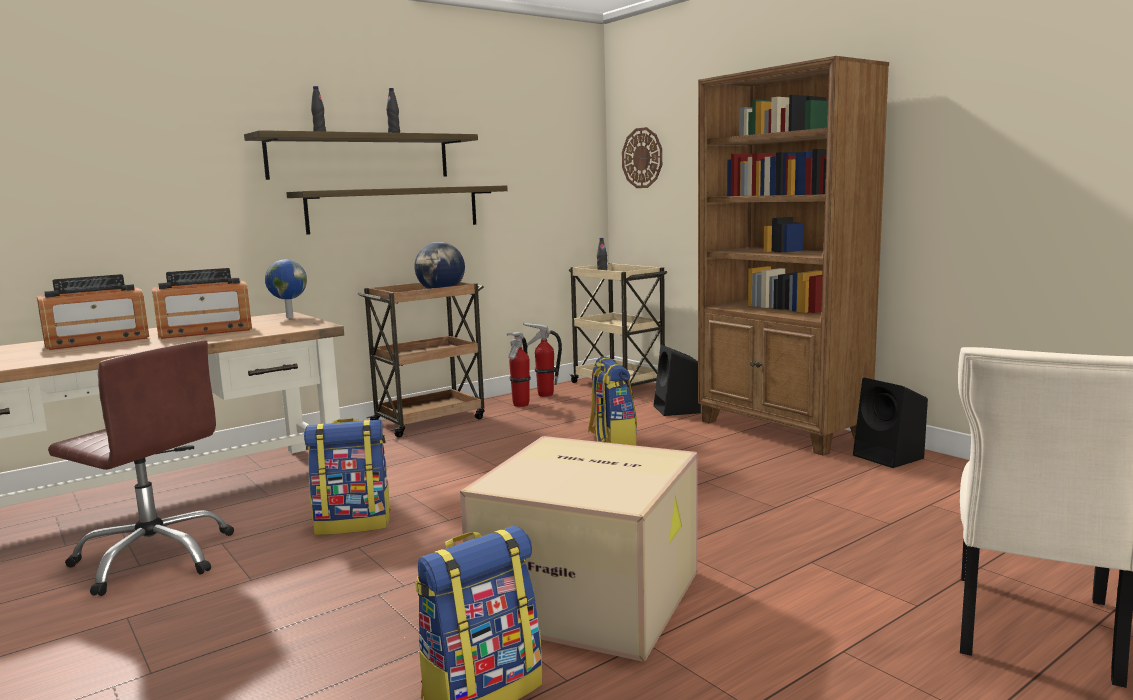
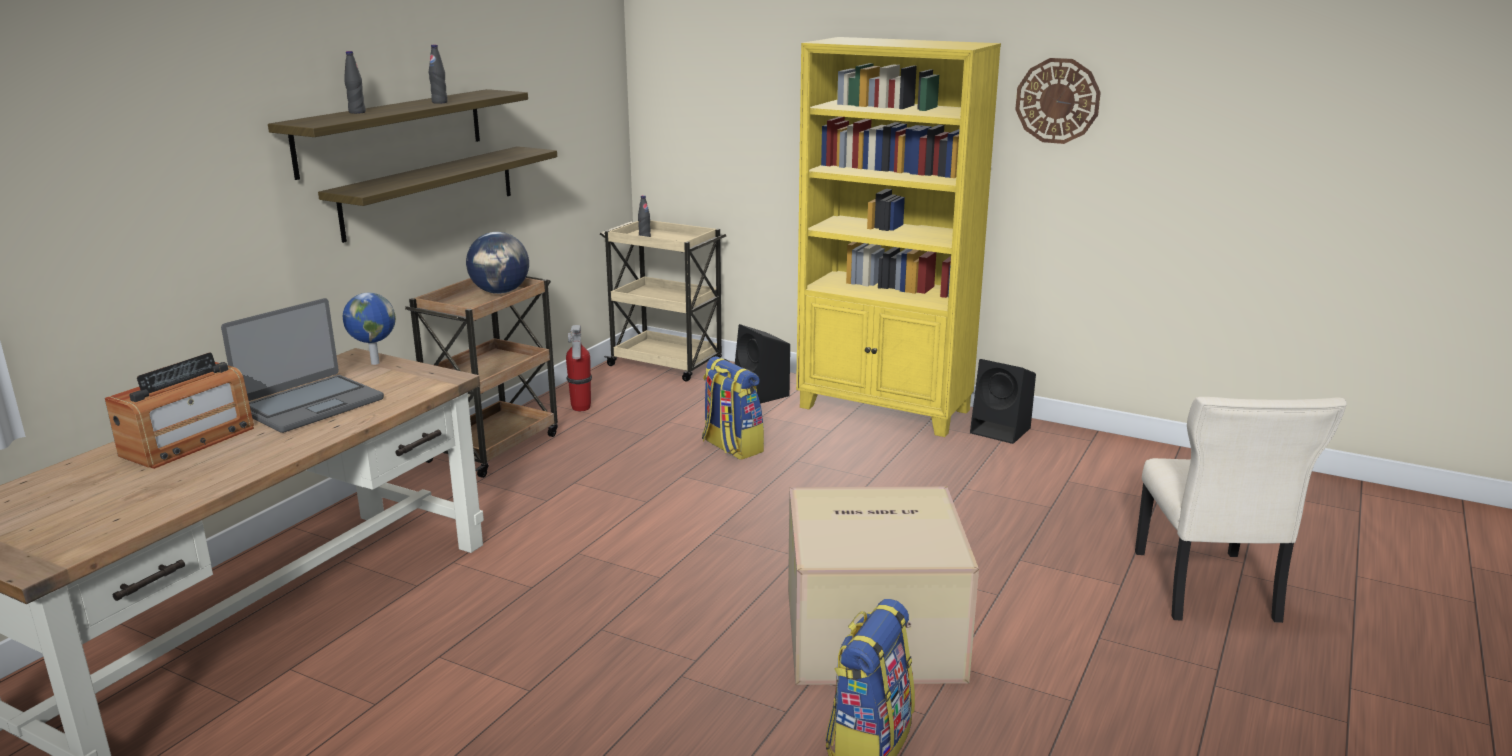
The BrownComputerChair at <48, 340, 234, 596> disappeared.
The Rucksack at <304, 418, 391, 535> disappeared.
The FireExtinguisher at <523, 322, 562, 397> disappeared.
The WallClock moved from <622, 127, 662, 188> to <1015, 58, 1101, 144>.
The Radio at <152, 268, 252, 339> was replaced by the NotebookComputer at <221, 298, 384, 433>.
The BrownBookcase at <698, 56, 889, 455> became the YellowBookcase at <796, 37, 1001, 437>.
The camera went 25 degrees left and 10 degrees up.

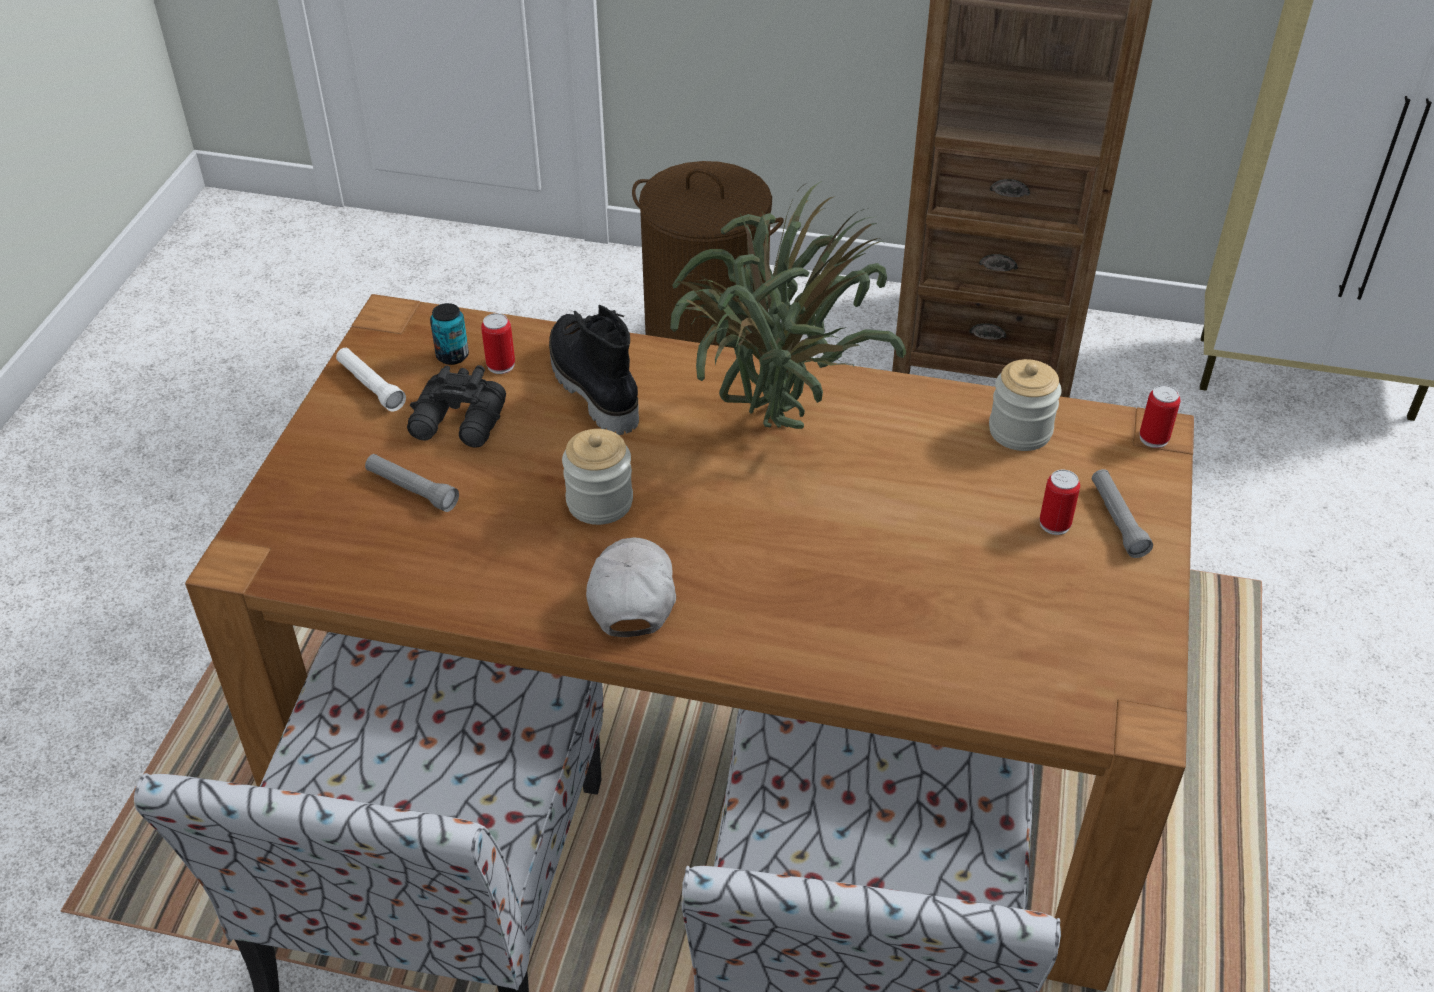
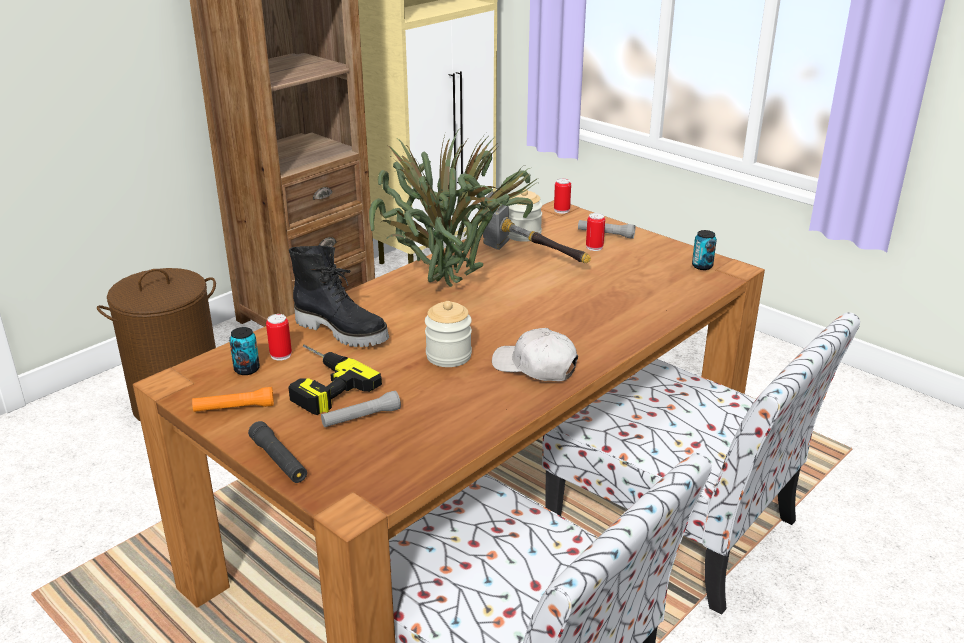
The BlackColouredTorch at <248, 421, 307, 483> appeared.
The HandHammer at <482, 191, 591, 263> appeared.
The MetalCan at <692, 230, 717, 270> appeared.
The BlackColouredFieldGlasses at <407, 365, 506, 448> was replaced by the Drill at <288, 345, 382, 415>.
The WhiteColouredTorch at <336, 348, 406, 412> became the OrangeyTorch at <192, 387, 274, 412>.
The BlackColouredHighTopBoot at <549, 305, 639, 435> turned 150 degrees counterclockwise.
The camera went 60 degrees left and 15 degrees down.

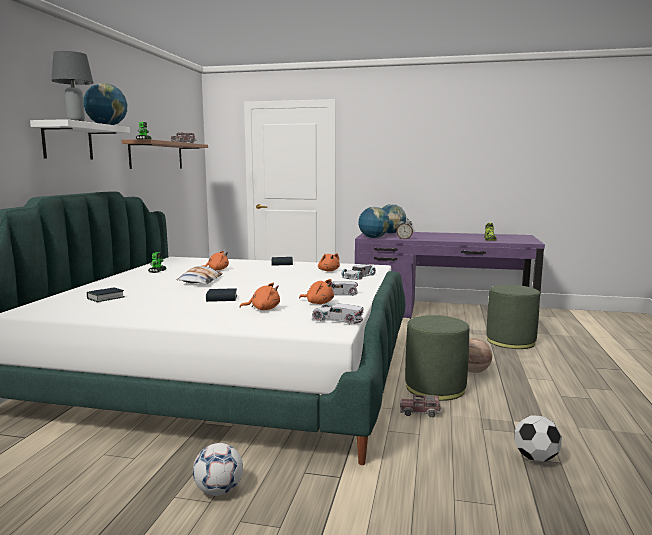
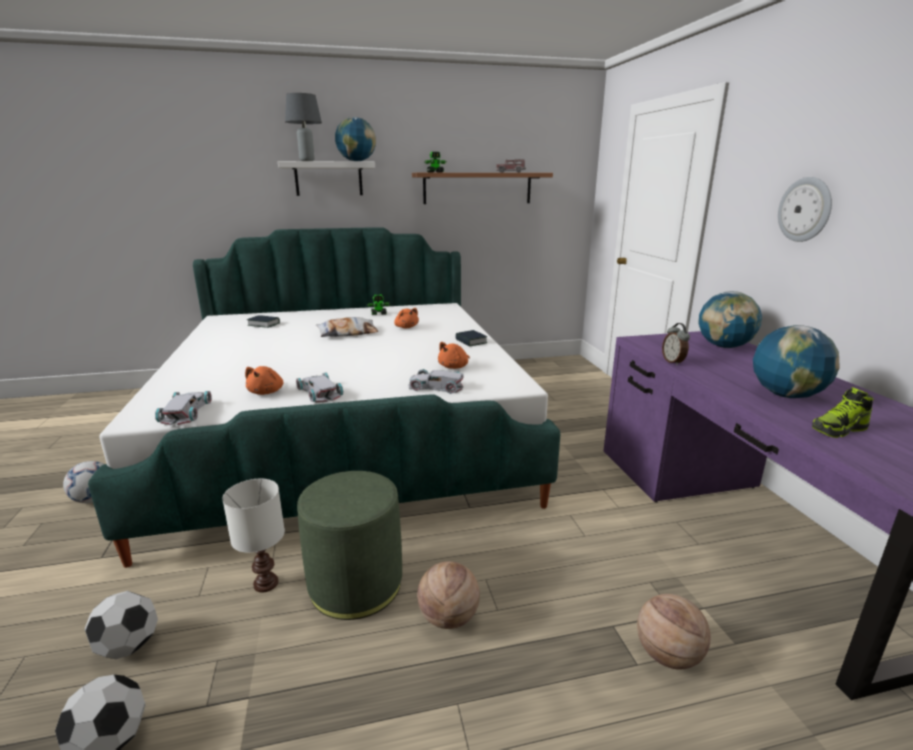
The BoundBook at <206, 288, 237, 302> disappeared.
The OrangeyCuddlyToy at <239, 283, 280, 310> disappeared.
The Football at <84, 591, 158, 659> appeared.
The WallClock at <778, 177, 832, 242> appeared.
The WorldGlobe moved from <358, 207, 390, 238> to <753, 325, 839, 398>.
The ToyLorry at <400, 394, 442, 417> was replaced by the WhiteColouredTableLamp at <222, 479, 285, 592>.
The GreenColouredPouffe at <486, 285, 540, 349> was replaced by the Basketball at <637, 594, 711, 669>.
The camera went 65 degrees right and 10 degrees up.

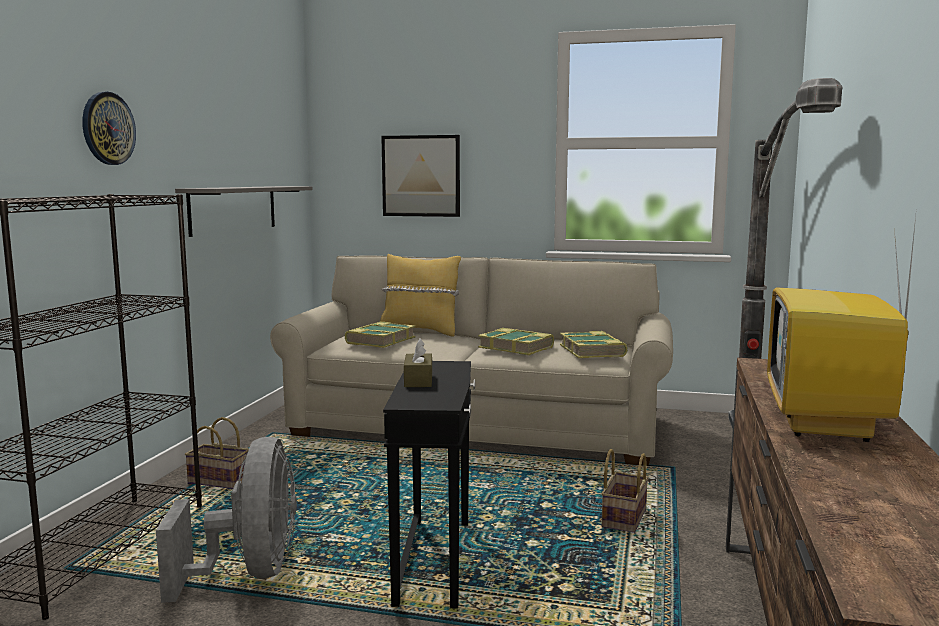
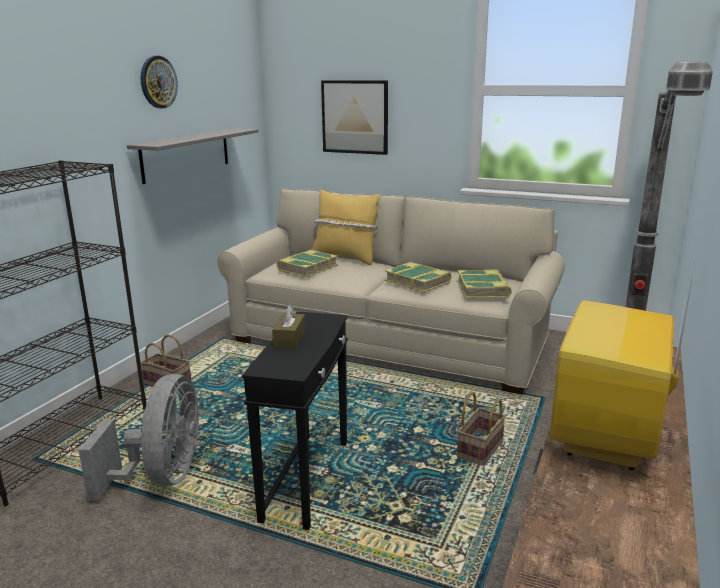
The WallClock moved from <82, 92, 136, 165> to <141, 56, 178, 108>.
The camera went 10 degrees right and 10 degrees up.

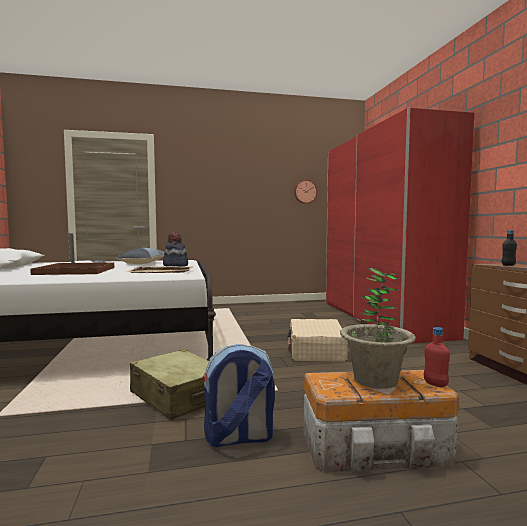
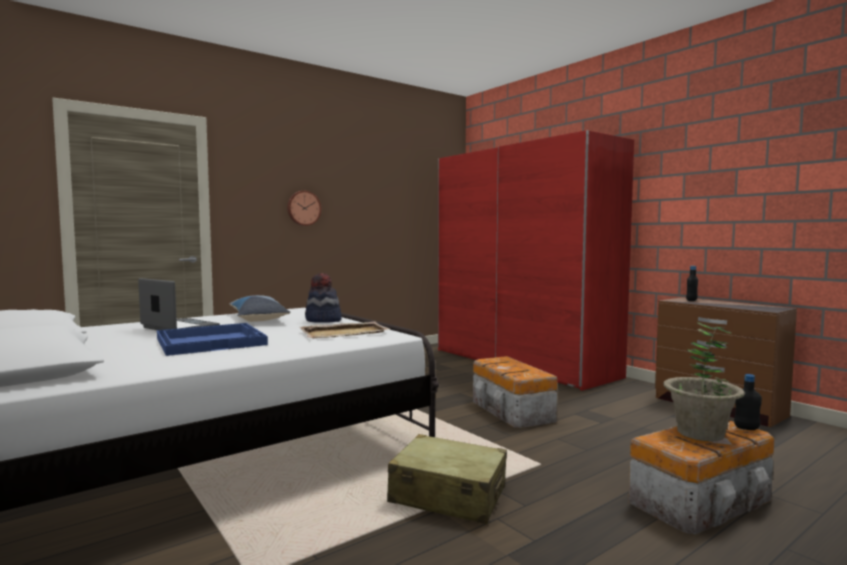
The Rucksack at <202, 344, 275, 447> disappeared.
The WallClock moved from <294, 180, 317, 204> to <287, 191, 321, 226>.
The SandColouredTravelCase at <287, 319, 348, 362> was replaced by the StorageContainer at <473, 356, 557, 428>.
The BrownServingTray at <30, 263, 114, 275> became the BlueServingTray at <157, 323, 268, 356>.
The ReddishDrinkBottle at <424, 327, 450, 387> became the BlackColouredDrinkBottle at <734, 374, 762, 430>.
The camera went 25 degrees left and 0 degrees up.

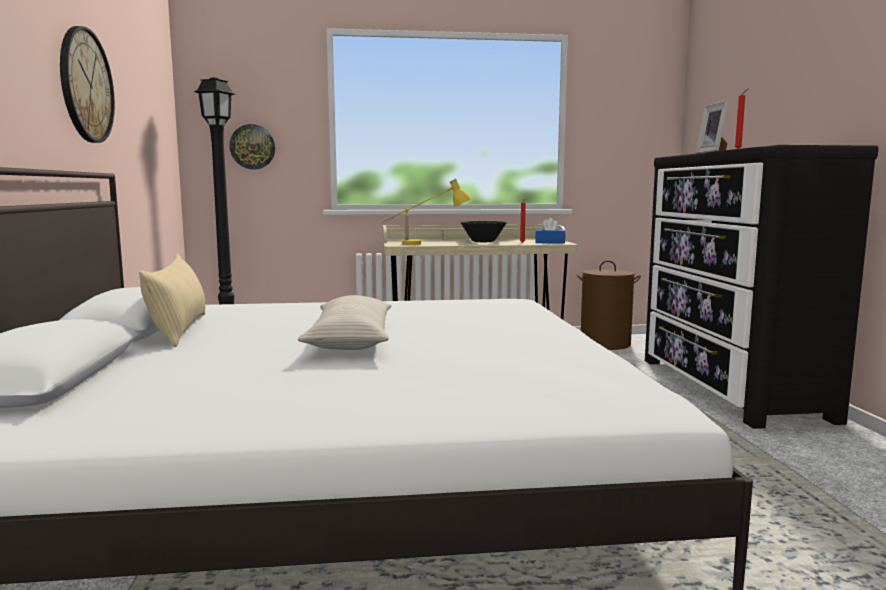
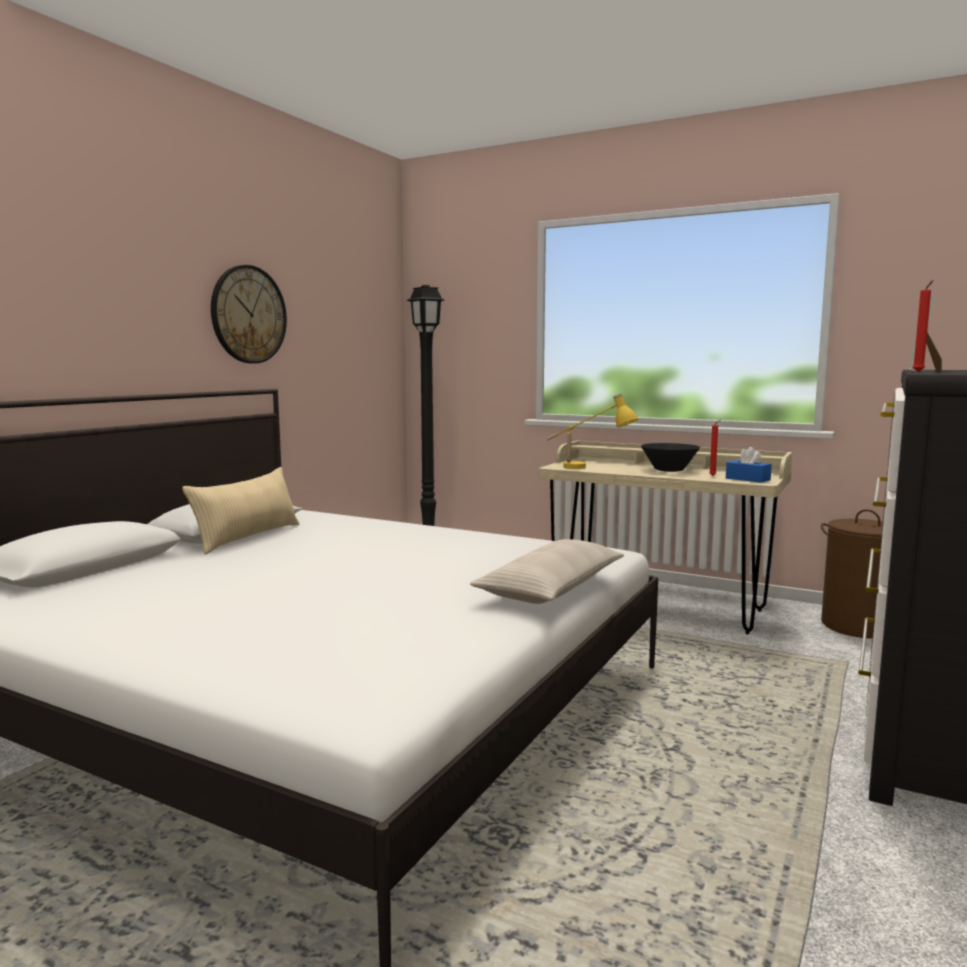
The WallClock at <229, 124, 275, 169> disappeared.
The SandColouredPillow moved from <298, 295, 391, 350> to <470, 539, 624, 604>.
The camera went 35 degrees right and 0 degrees up.

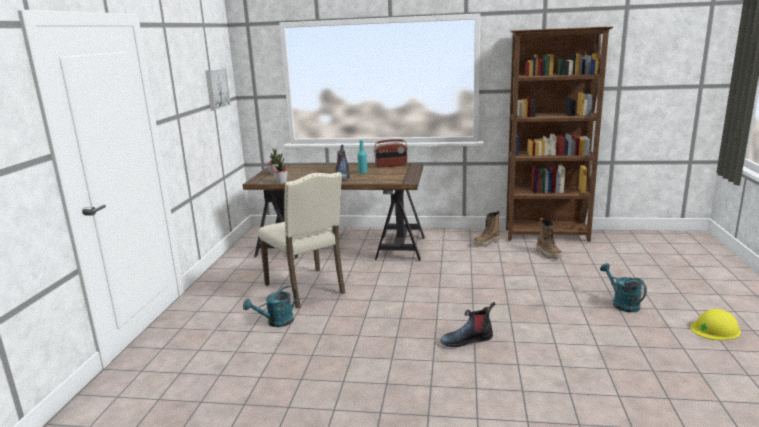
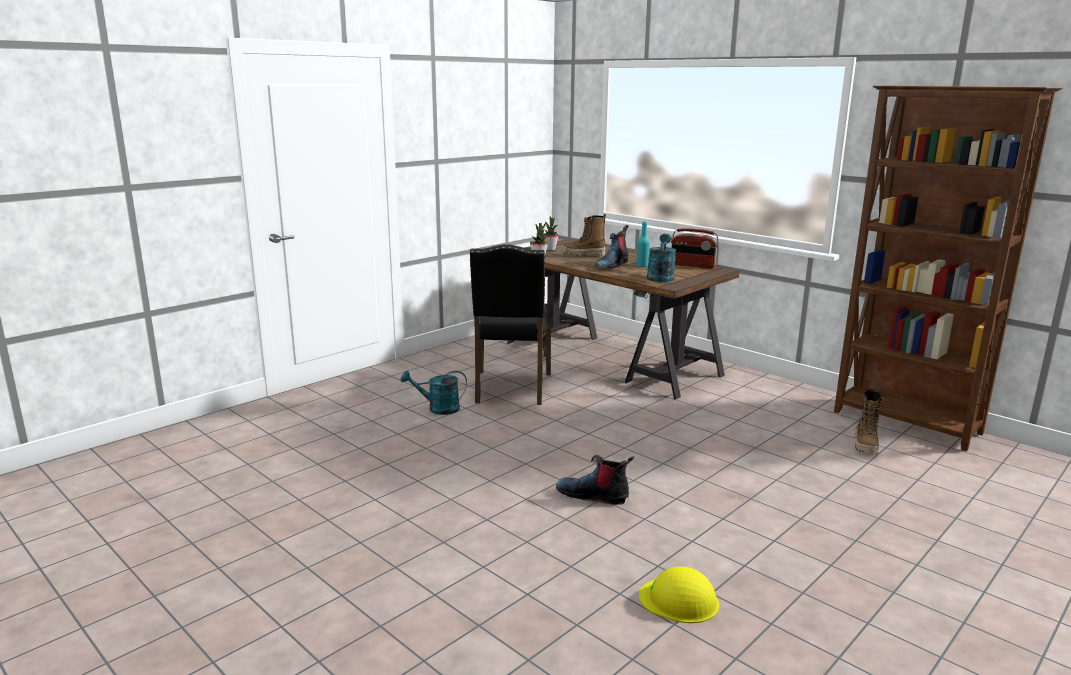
The WallArt at <206, 68, 231, 111> disappeared.
The HighTopBoot moved from <474, 210, 500, 247> to <563, 214, 606, 256>.
The TurquoiseWateringCan moved from <600, 263, 647, 312> to <647, 234, 676, 282>.
The YellowHardHat moved from <690, 309, 741, 340> to <639, 566, 719, 623>.
The SandColouredUprightChair at <258, 172, 345, 308> became the BlackColouredUprightChair at <469, 244, 553, 405>.
The camera went 35 degrees right and 0 degrees up.

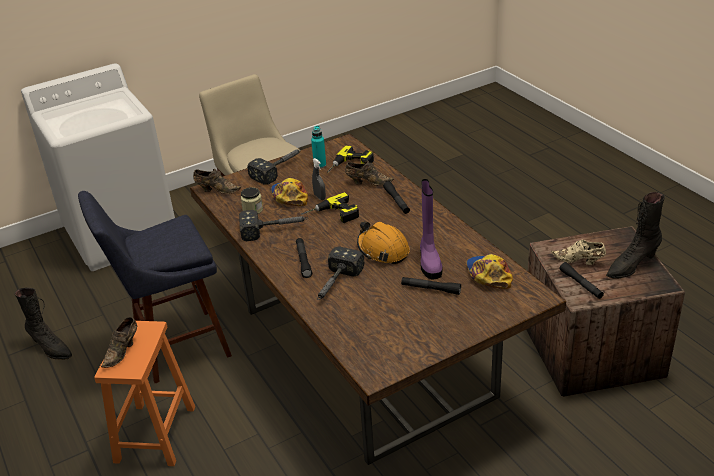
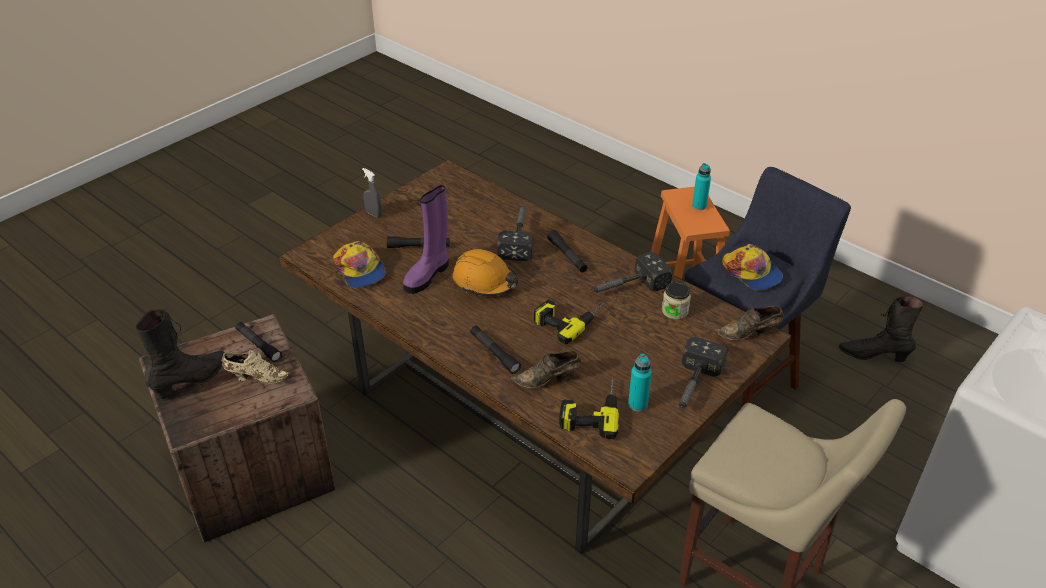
The Cap moved from <271, 178, 308, 206> to <722, 244, 783, 291>.
The GreyHandSprayer moved from <312, 158, 326, 200> to <362, 168, 382, 218>.
The BrownLowShoe at <101, 317, 137, 368> was replaced by the TurquoiseDrinkBottle at <692, 163, 711, 210>.
The PurplishHighTopBoot at <420, 179, 442, 279> turned 120 degrees counterclockwise.
The camera went 160 degrees right and 5 degrees up.

